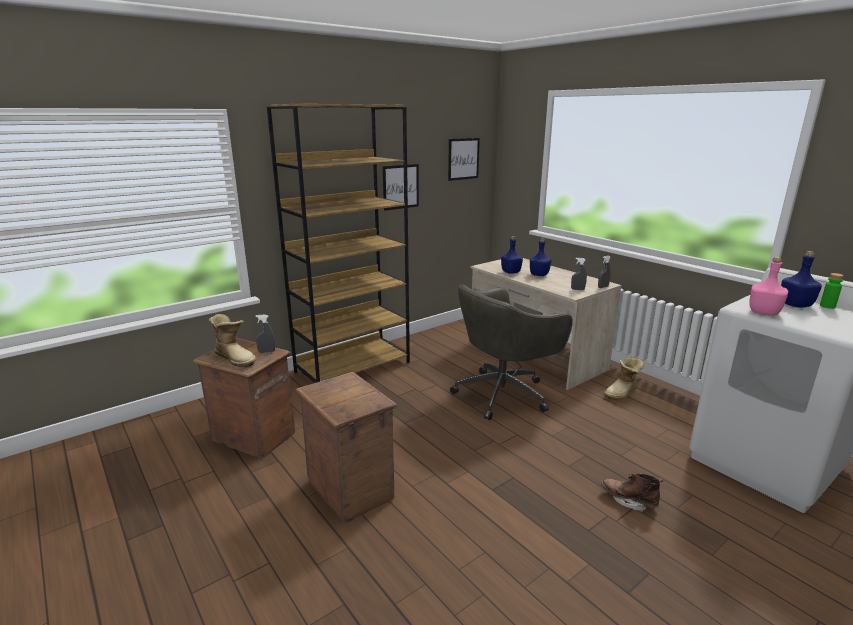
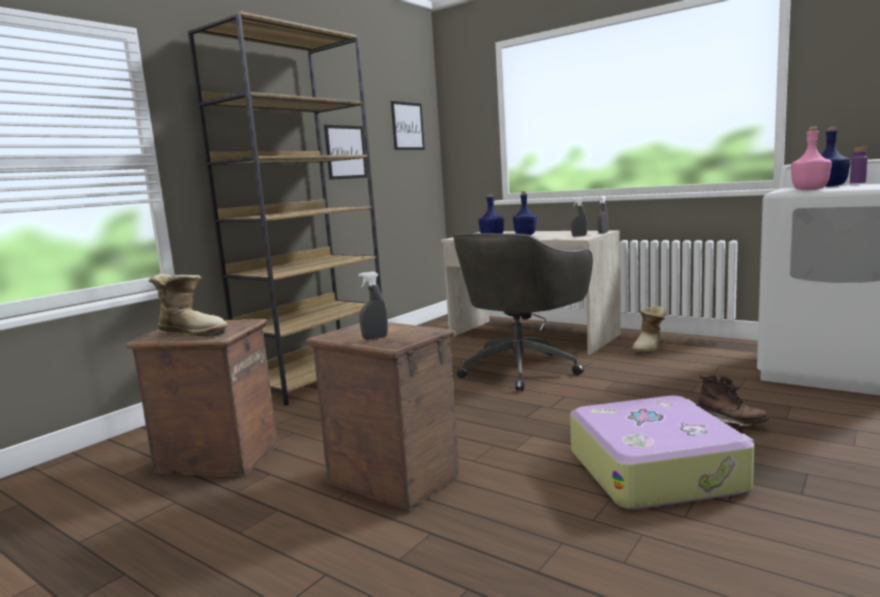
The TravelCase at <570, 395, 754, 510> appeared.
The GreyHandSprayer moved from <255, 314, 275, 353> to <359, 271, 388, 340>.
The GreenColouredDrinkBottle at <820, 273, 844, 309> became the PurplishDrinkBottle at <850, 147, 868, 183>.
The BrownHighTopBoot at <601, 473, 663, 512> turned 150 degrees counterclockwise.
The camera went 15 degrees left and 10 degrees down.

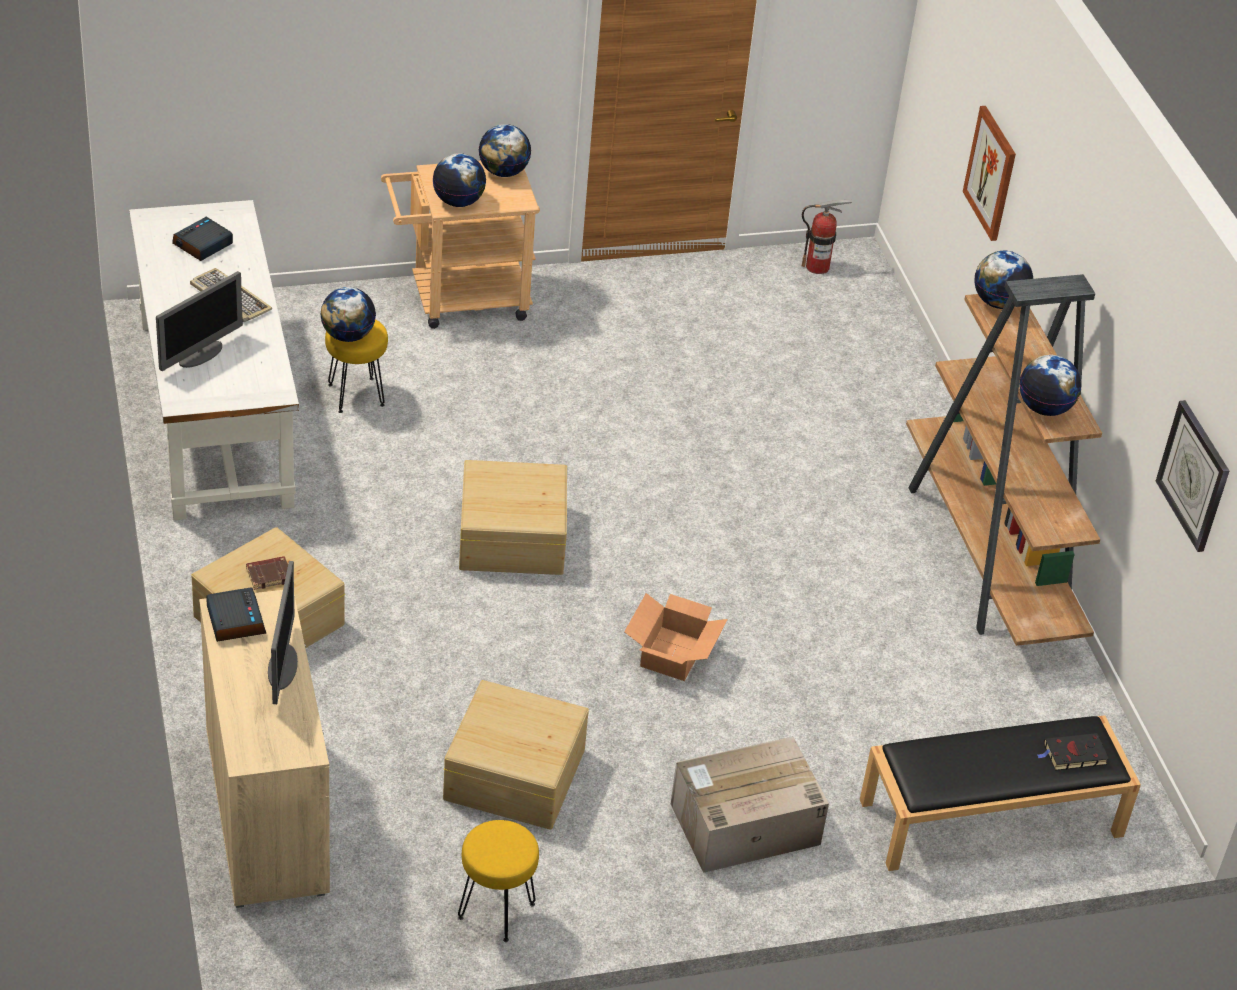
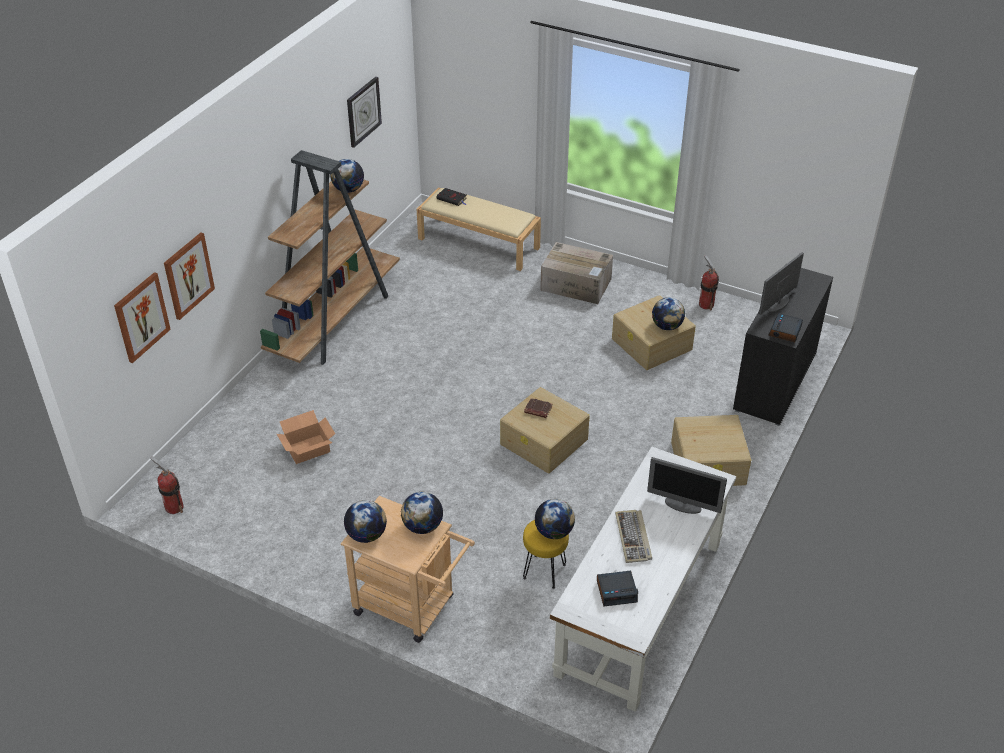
The WallArt at <114, 272, 171, 363> appeared.
The BrownBoundBook moved from <246, 556, 288, 590> to <524, 398, 553, 418>.
The Carton moved from <624, 593, 728, 681> to <277, 410, 335, 464>.
The WorldGlobe moved from <974, 251, 1033, 309> to <652, 298, 685, 330>.
The YellowStool at <458, 820, 539, 942> was replaced by the FireExtinguisher at <699, 255, 719, 310>.
The SandColouredStorageCabinet at <199, 590, 330, 908> became the BlackColouredStorageCabinet at <733, 263, 833, 426>.
The BlackColouredLongSeat at <860, 715, 1141, 871> became the SandColouredLongSeat at <417, 188, 541, 271>.
The ComputerDisplay at <156, 271, 243, 371> turned 150 degrees counterclockwise.
The camera went 135 degrees left and 0 degrees up.

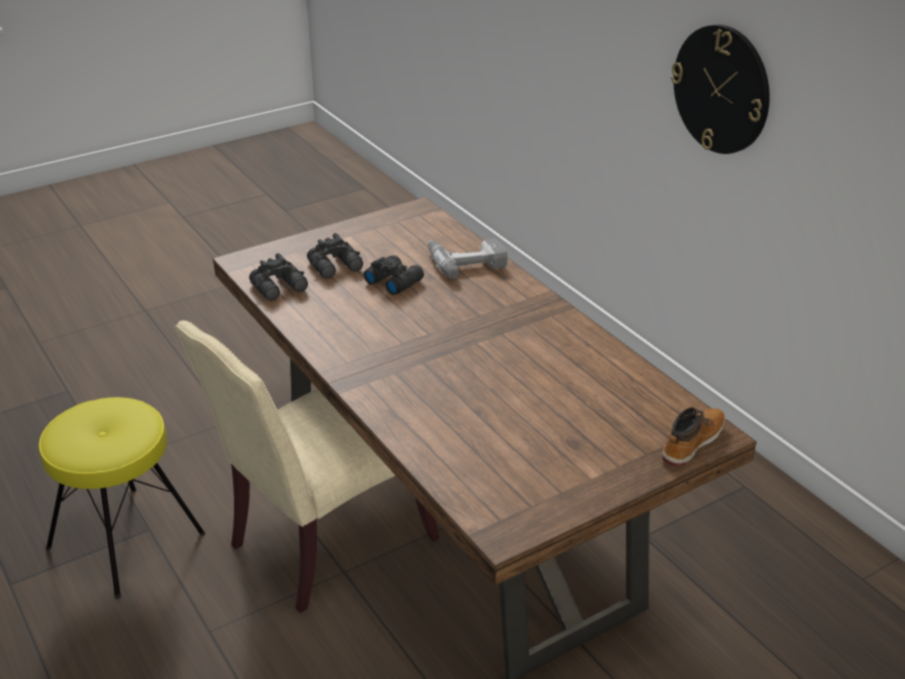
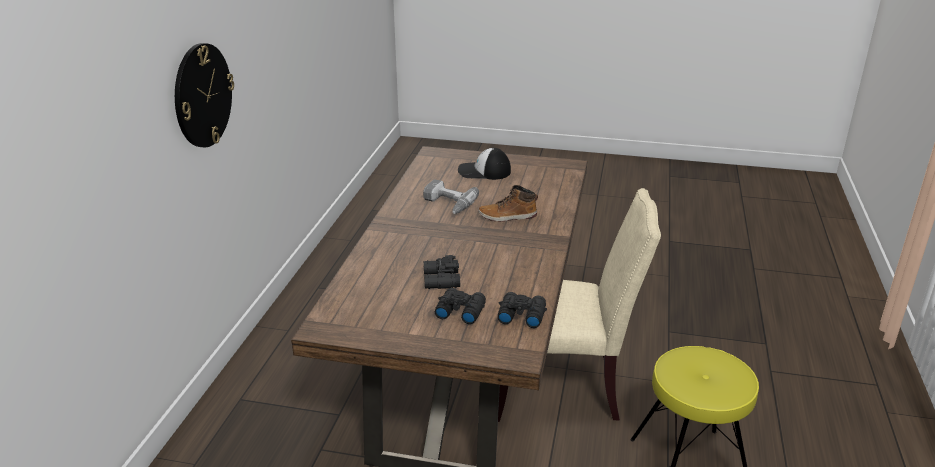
The Cap at <458, 148, 511, 180> appeared.
The Drill moved from <428, 239, 508, 279> to <423, 179, 479, 214>.
The HighTopBoot moved from <662, 407, 725, 467> to <478, 185, 538, 222>.
The camera went 135 degrees left and 5 degrees down.

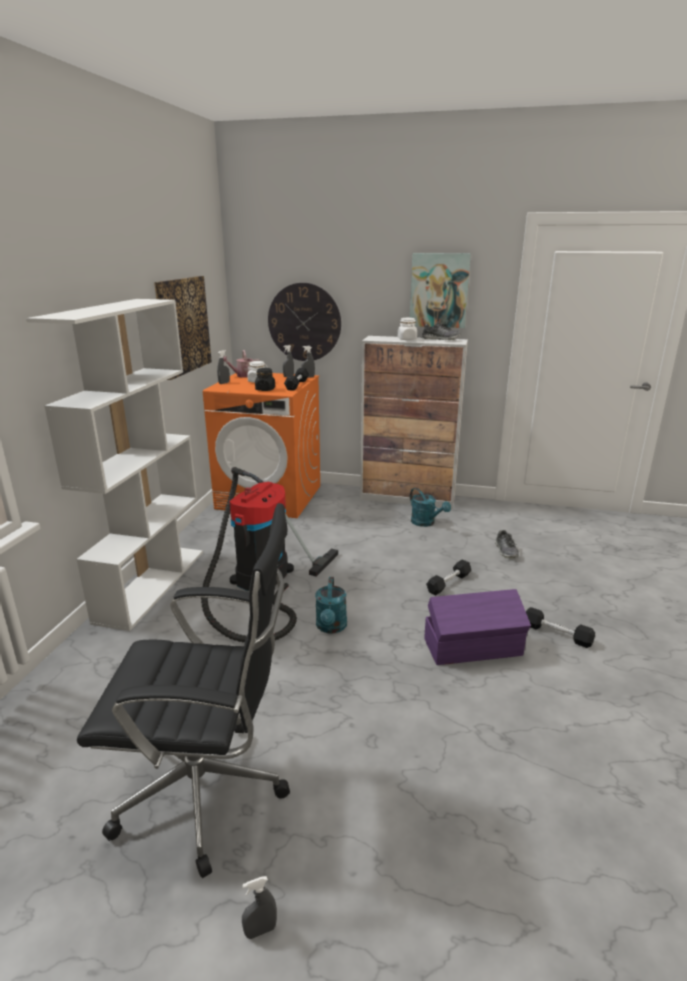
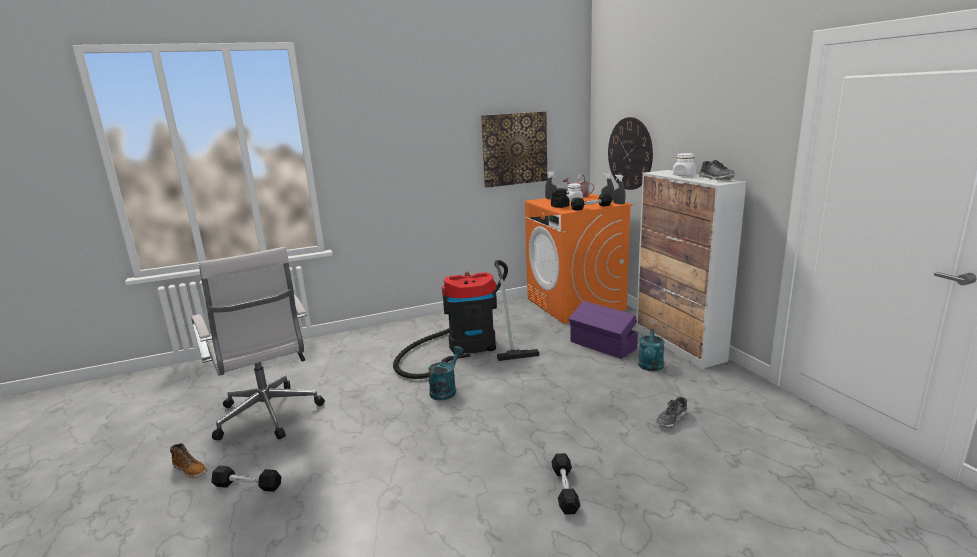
The WhiteColouredBookcase at <26, 299, 203, 631> disappeared.
The WallArt at <410, 253, 471, 328> disappeared.
The PurplishStorageContainer moved from <424, 589, 531, 665> to <568, 301, 638, 359>.
The BlackColouredHandWeight moved from <426, 559, 471, 595> to <211, 466, 281, 492>.
The GreyHandSprayer at <242, 876, 277, 939> was replaced by the HighTopBoot at <170, 443, 207, 478>.
The BlackColouredComputerChair at <77, 503, 290, 878> became the WhiteColouredComputerChair at <191, 247, 325, 440>.
The TurquoiseWateringCan at <315, 577, 347, 634> turned 150 degrees clockwise.
The camera went 55 degrees right and 5 degrees down.

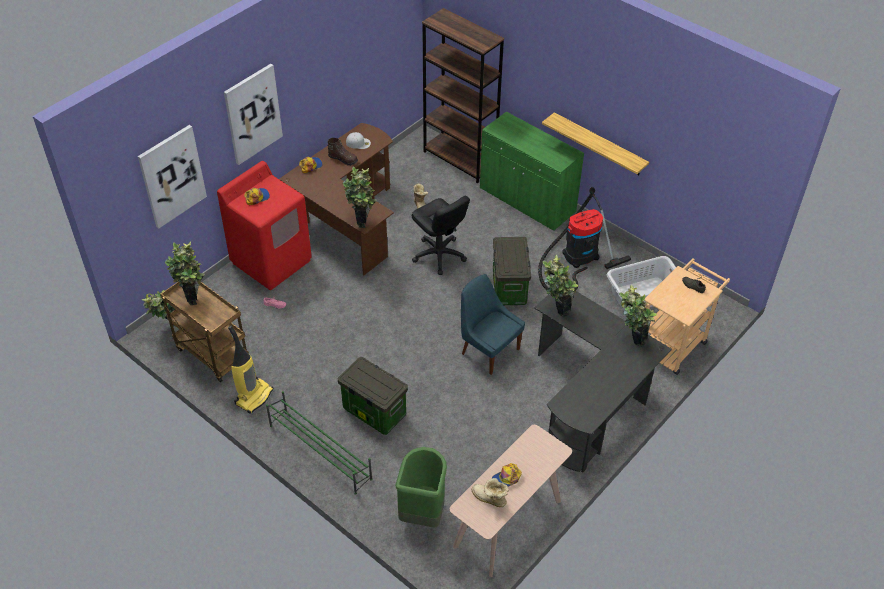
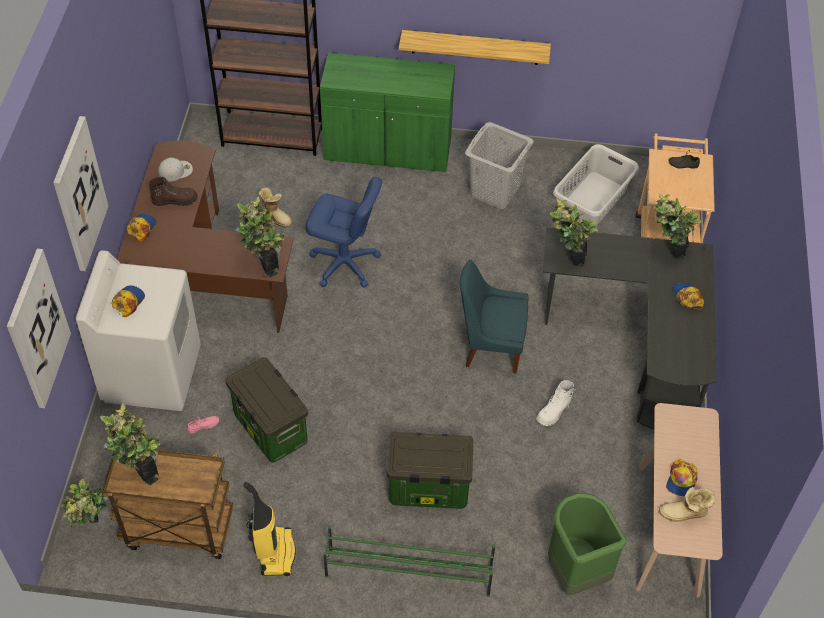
The WhiteColouredHighTopBoot at <536, 380, 575, 426> appeared.
The Cap at <673, 283, 704, 310> appeared.
The StorageContainer moved from <493, 237, 531, 305> to <225, 357, 308, 463>.
The VacuumCleaner at <538, 187, 631, 290> was replaced by the GreyHamper at <465, 122, 534, 209>.
The ReddishLaundryMachine at <217, 161, 312, 290> became the WhiteColouredLaundryMachine at <76, 250, 201, 411>.
The BlackColouredComputerChair at <412, 196, 470, 275> became the BlueComputerChair at <305, 177, 382, 288>.
The camera went 35 degrees left and 5 degrees up.

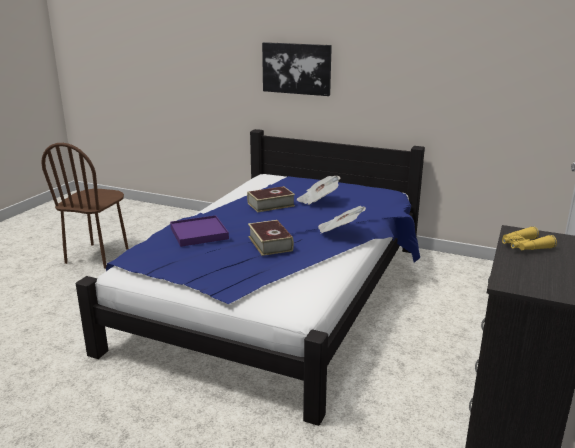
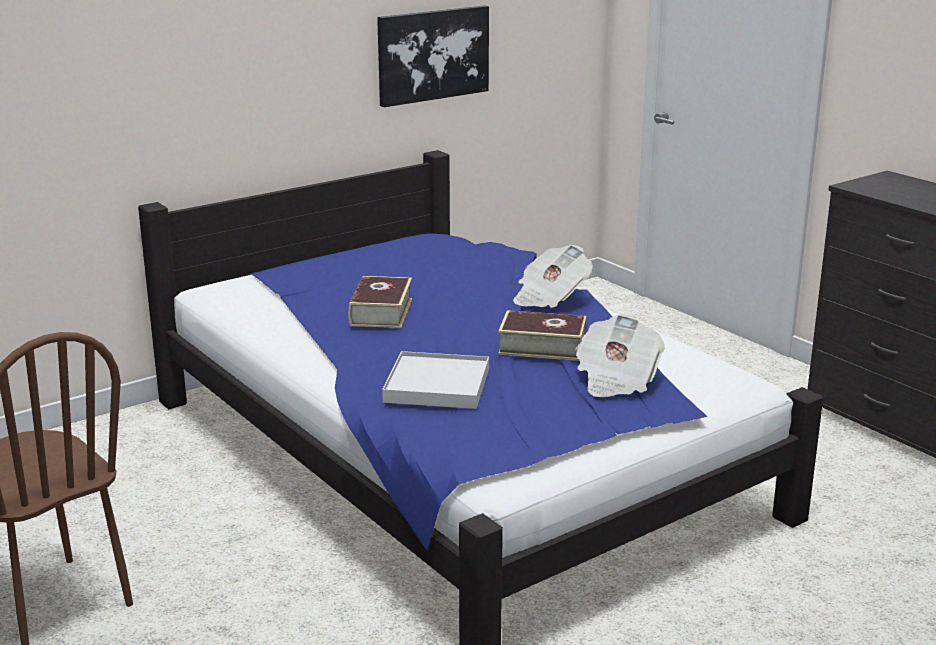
The YellowFieldGlasses at <502, 226, 557, 250> disappeared.
The WallArt moved from <262, 42, 332, 96> to <377, 5, 489, 107>.
The Newspaper moved from <297, 176, 341, 205> to <575, 314, 665, 397>.
The PurplishServingTray at <170, 215, 229, 247> became the WhiteColouredServingTray at <382, 351, 489, 409>.
The camera went 60 degrees left and 0 degrees up.

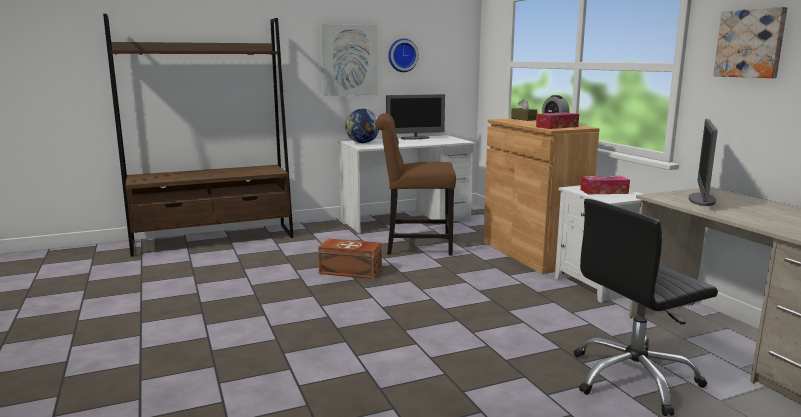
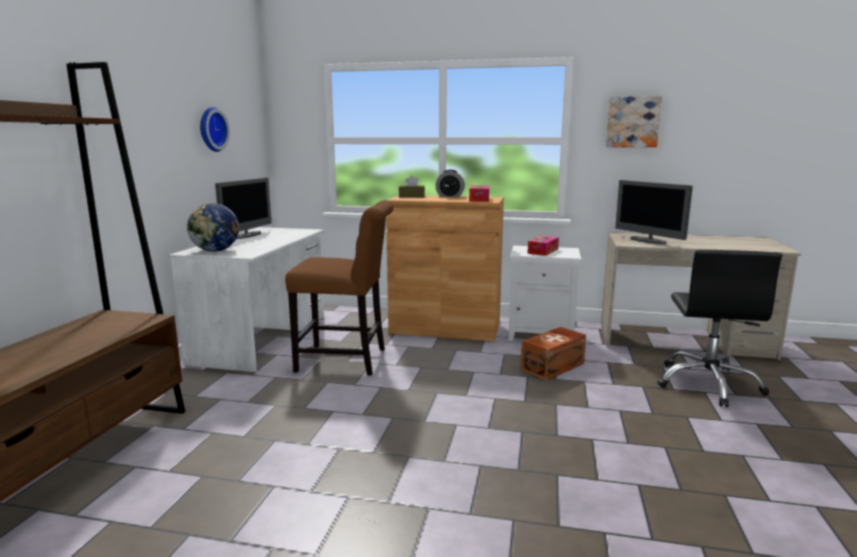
The WallArt at <320, 24, 377, 96> disappeared.
The BrownStorageContainer moved from <318, 238, 382, 279> to <521, 327, 586, 380>.
The BrownUprightChair at <375, 113, 456, 256> turned 120 degrees counterclockwise.
The camera went 55 degrees left and 0 degrees up.

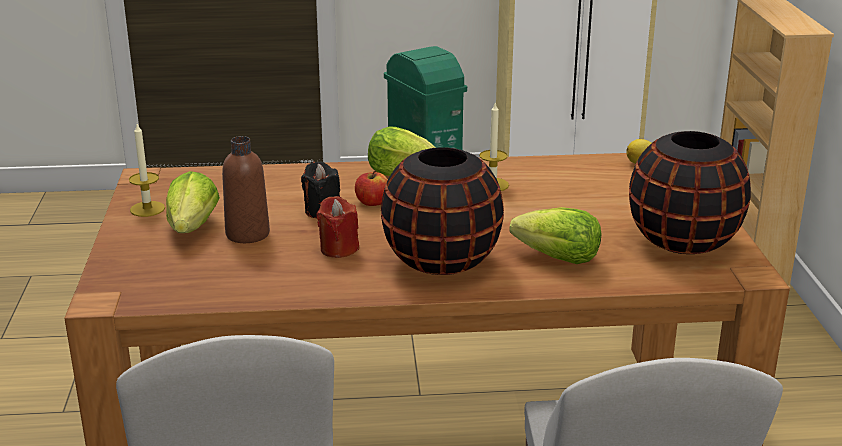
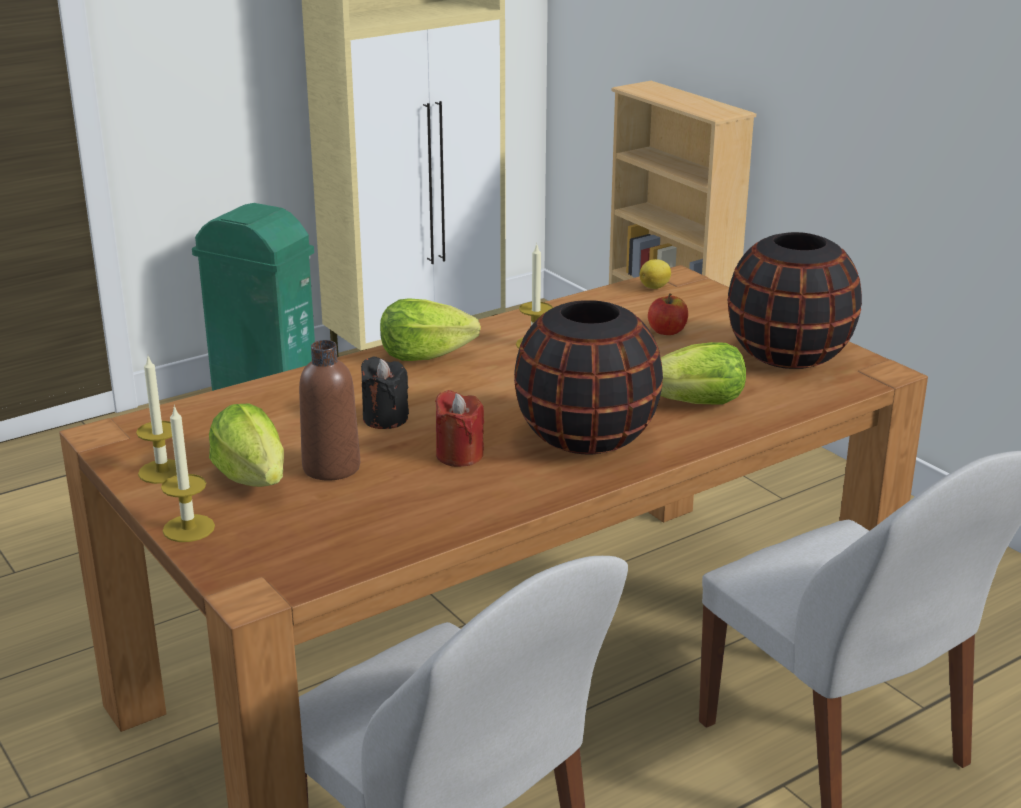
The WaxCandle at <161, 405, 215, 542> appeared.
The AppleFruit moved from <355, 170, 388, 206> to <648, 293, 688, 335>.
The camera went 30 degrees left and 0 degrees up.

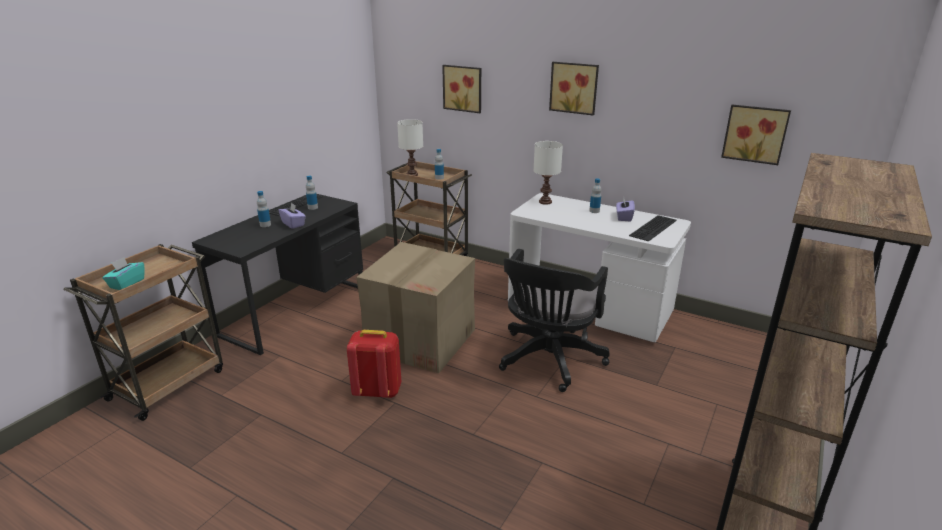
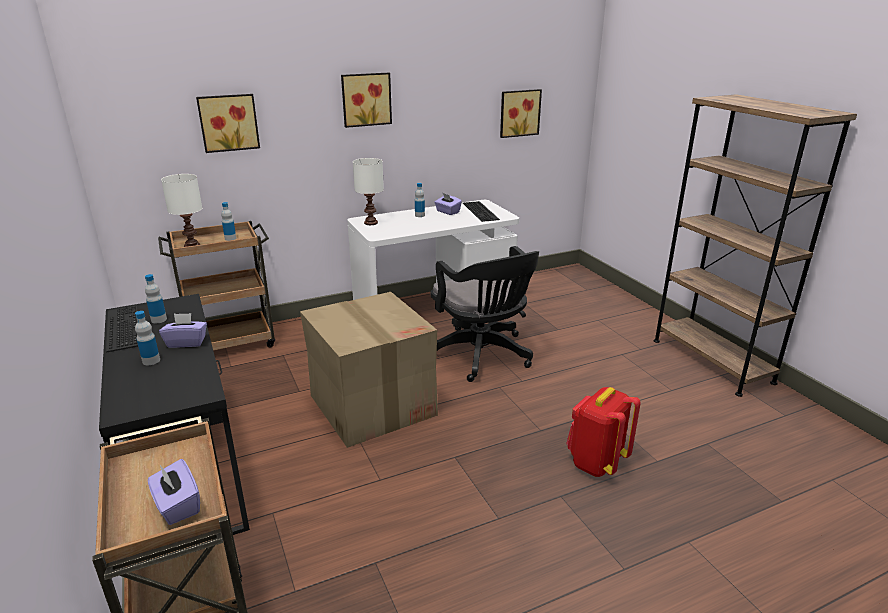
The ReddishRucksack moved from <347, 330, 401, 398> to <566, 387, 641, 477>.
The TurquoiseTissueHolder at <102, 257, 144, 290> became the PurplishTissueHolder at <148, 459, 200, 525>.
The camera went 55 degrees left and 0 degrees up.

